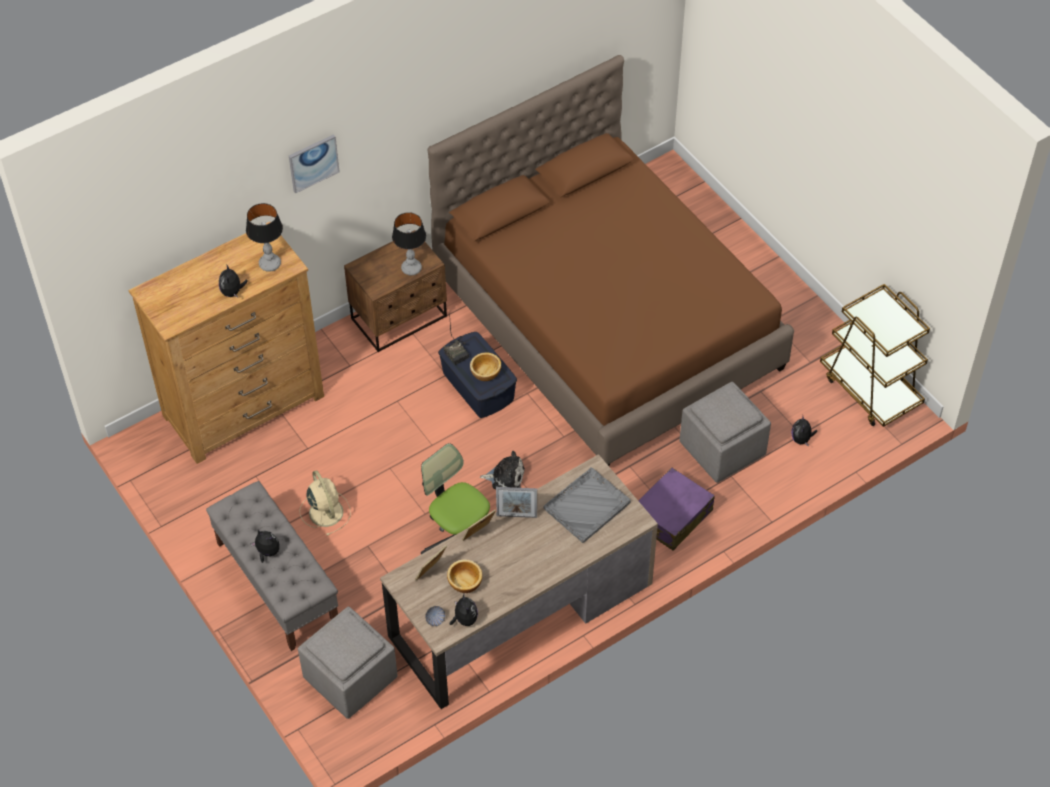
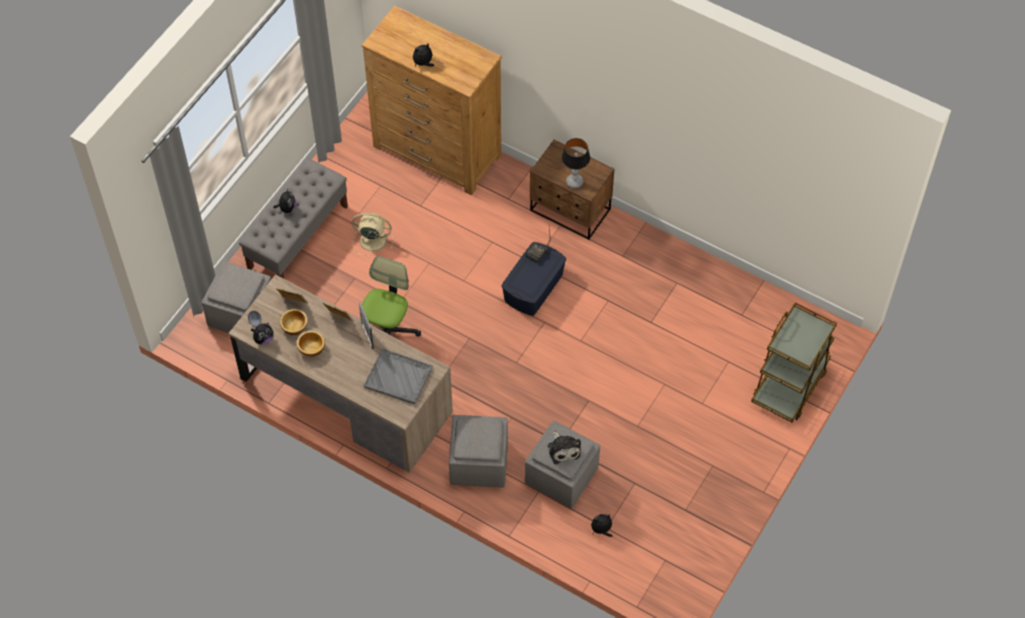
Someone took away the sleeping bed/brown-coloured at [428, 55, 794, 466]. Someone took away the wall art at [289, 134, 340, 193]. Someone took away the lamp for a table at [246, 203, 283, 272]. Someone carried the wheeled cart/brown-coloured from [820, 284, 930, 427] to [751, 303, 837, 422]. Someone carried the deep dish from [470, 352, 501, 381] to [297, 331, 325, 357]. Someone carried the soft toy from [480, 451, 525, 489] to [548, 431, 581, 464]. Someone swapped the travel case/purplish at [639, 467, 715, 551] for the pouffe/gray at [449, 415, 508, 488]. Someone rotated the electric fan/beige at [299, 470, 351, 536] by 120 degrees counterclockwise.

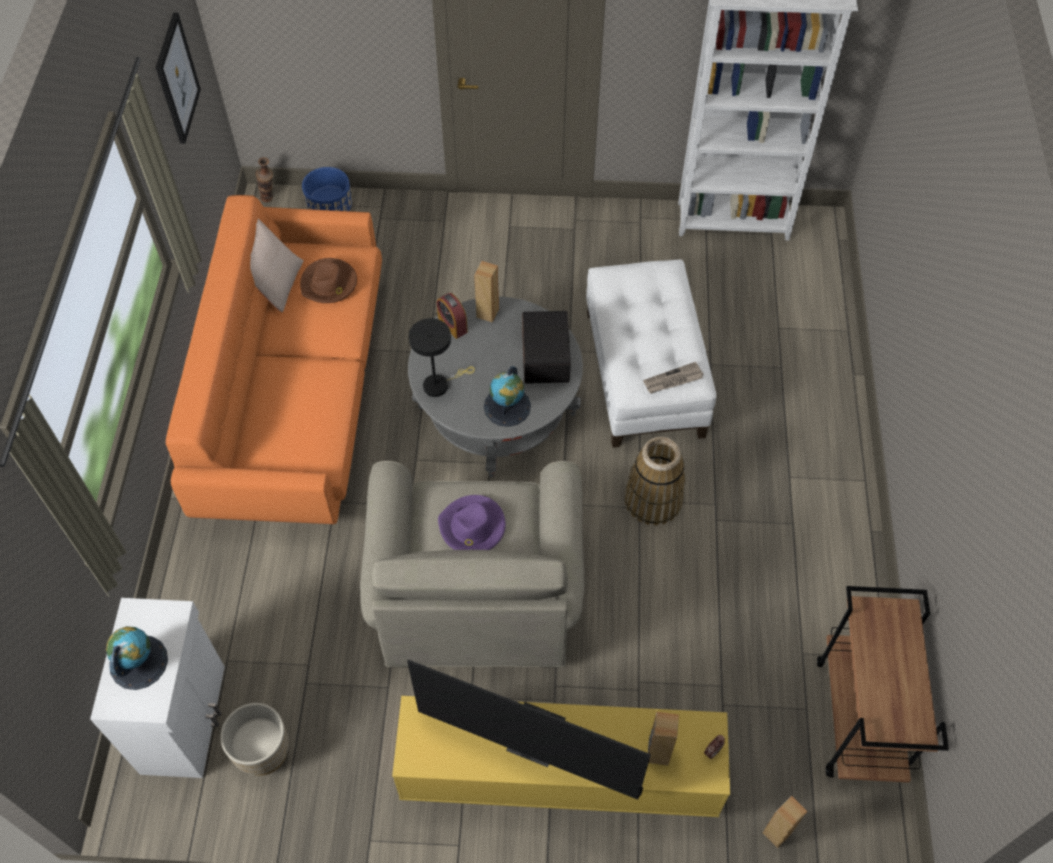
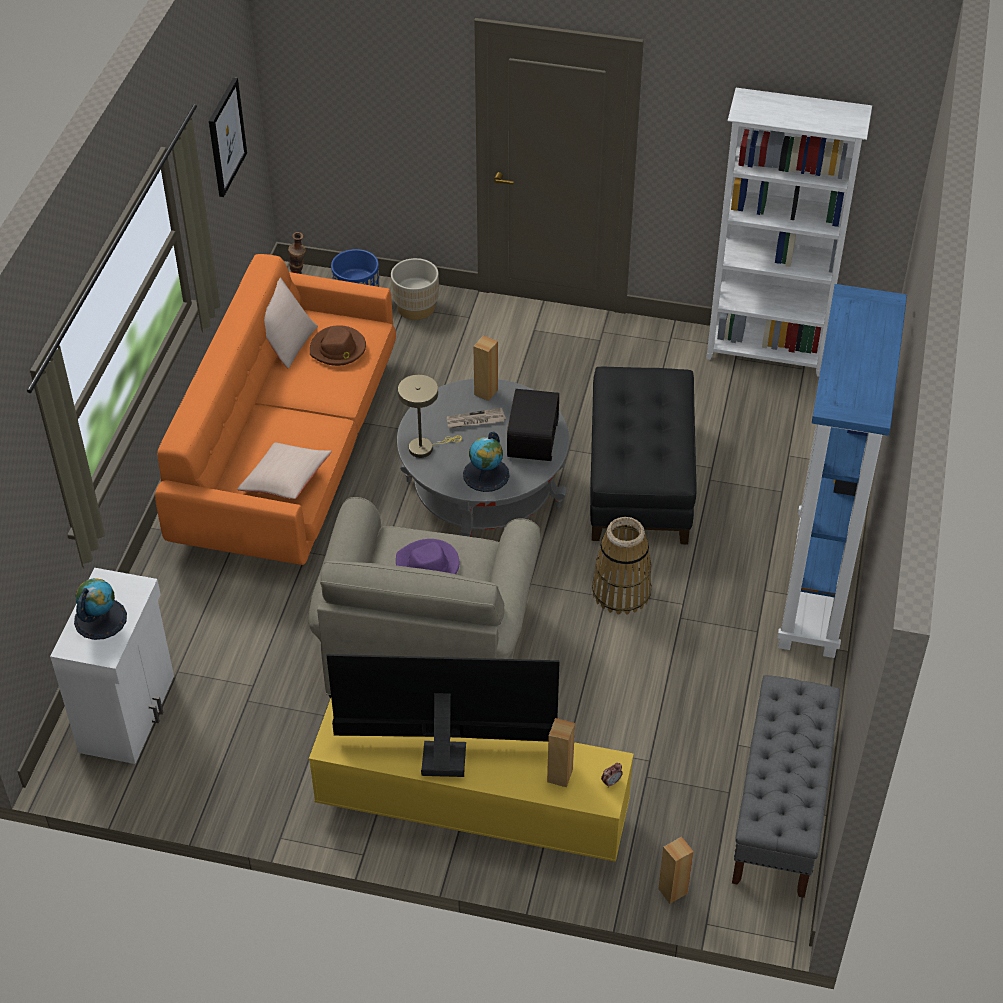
Someone repainted the pouffe/white-coloured at [586, 260, 716, 448], which became the pouffe/black-coloured at [590, 367, 697, 545]. Someone took away the bedside clock at [437, 293, 468, 339]. Someone repainted the lamp for a table/black-coloured at [409, 318, 475, 397], which became the lamp for a table/beige at [398, 375, 462, 458]. Someone carried the newspaper from [643, 362, 704, 394] to [447, 408, 506, 428]. Someone swapped the wheeled cart/brown-coloured at [817, 586, 949, 783] for the long seat/gray at [732, 675, 840, 898]. Someone rotated the television at [407, 659, 651, 800] by 150 degrees clockwise. Someone carried the planter/beige from [220, 703, 289, 776] to [391, 258, 439, 320]. Someone put down the bookshelf/blue-coloured at [777, 284, 907, 658]. Someone put down the throw pillow/beige at [237, 443, 332, 499].

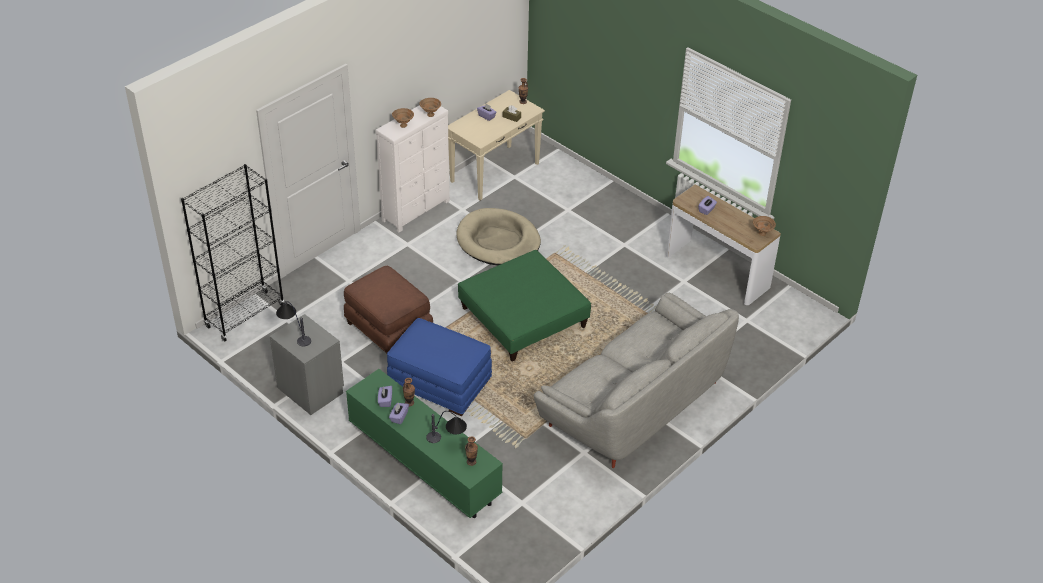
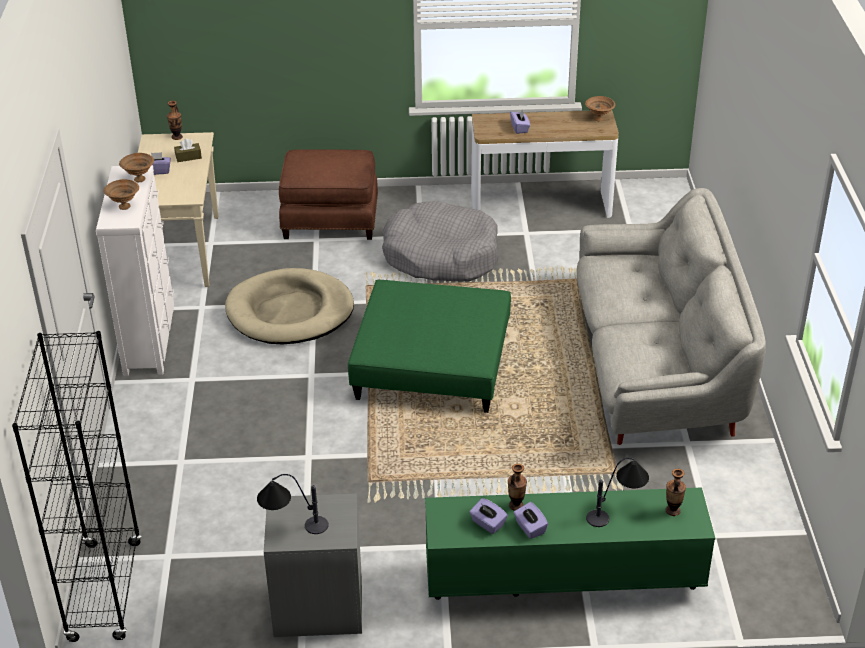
Someone carried the pouffe/brown-coloured from [344, 266, 433, 353] to [279, 149, 378, 240]. Someone took away the pouffe/blue-coloured at [387, 318, 492, 416]. Someone put down the dog cushion/gray at [382, 201, 499, 282].

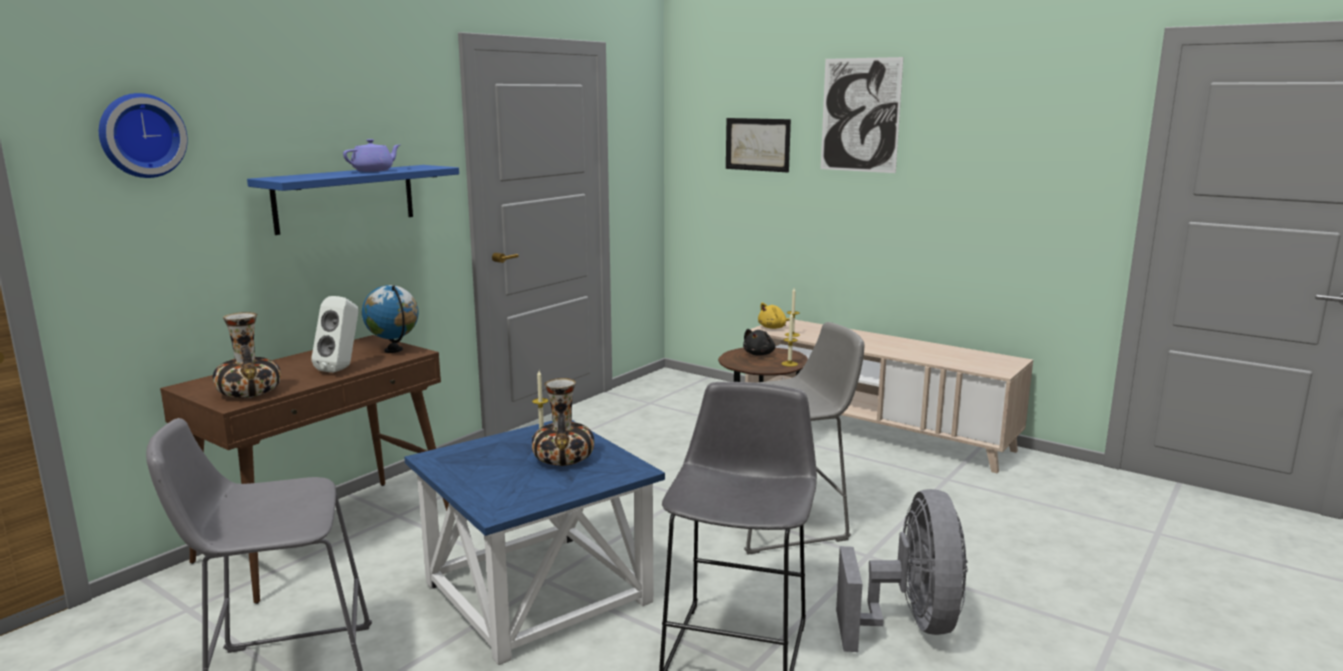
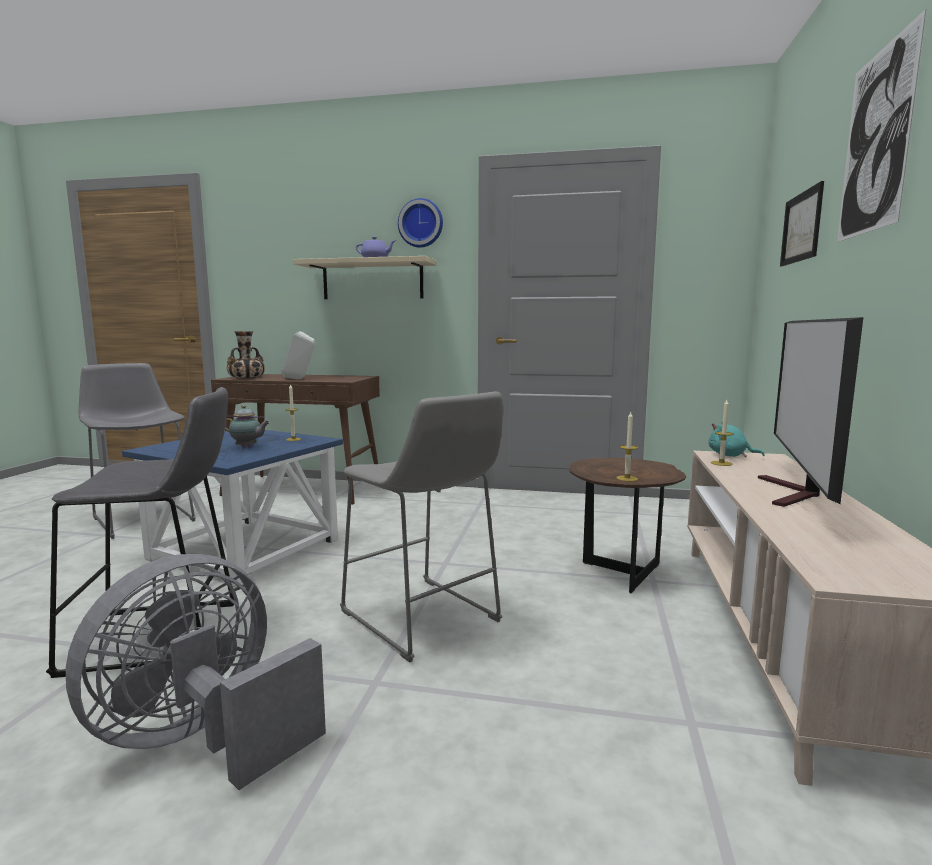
Someone carried the clock on the wall from [99, 93, 188, 178] to [398, 198, 443, 247]. Someone repainted the shelf/blue-coloured at [247, 165, 459, 235], which became the shelf/beige at [293, 256, 436, 299]. Someone took away the desk globe at [362, 285, 418, 353]. Someone repainted the soft toy/yellowish at [758, 302, 790, 329], which became the soft toy/turquoise at [708, 421, 765, 457]. Someone took away the soft toy/black-coloured at [743, 329, 775, 355]. Someone swapped the vase at [532, 378, 594, 466] for the pot for tea at [225, 405, 270, 448]. Someone rotated the electric fan/gray at [836, 489, 968, 652] by 150 degrees clockwise. Someone put down the television at [758, 317, 863, 507].

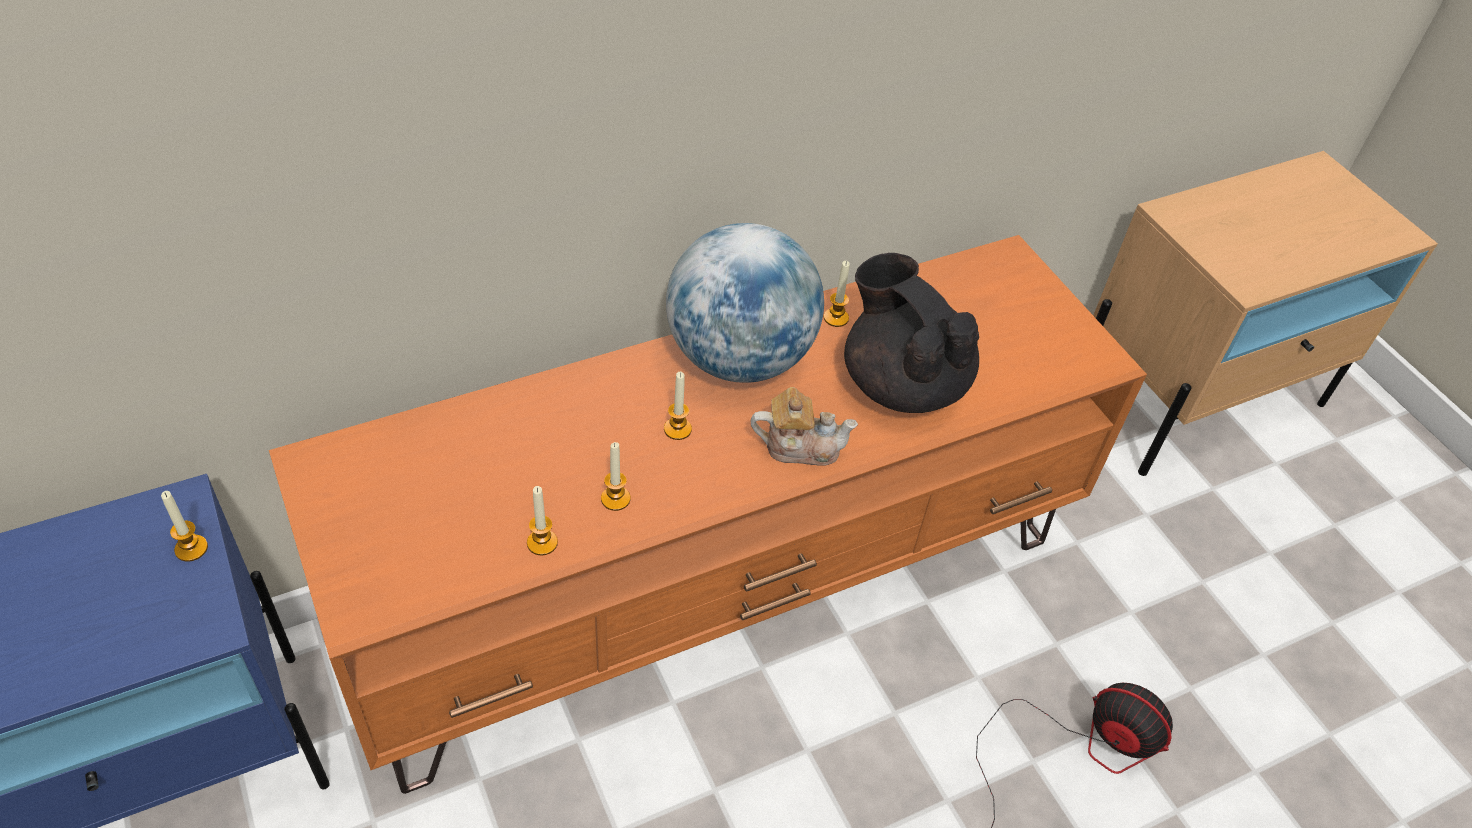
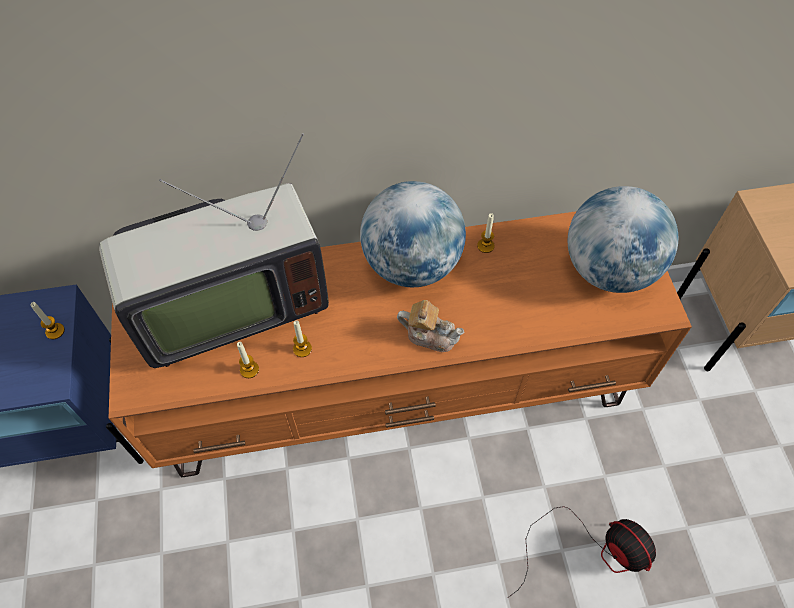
Someone took away the pot for tea/black-coloured at [844, 253, 979, 413]. Someone took away the candle at [664, 372, 692, 440]. Someone put down the television at [99, 133, 329, 368]. Someone put down the desk globe at [568, 186, 678, 293].

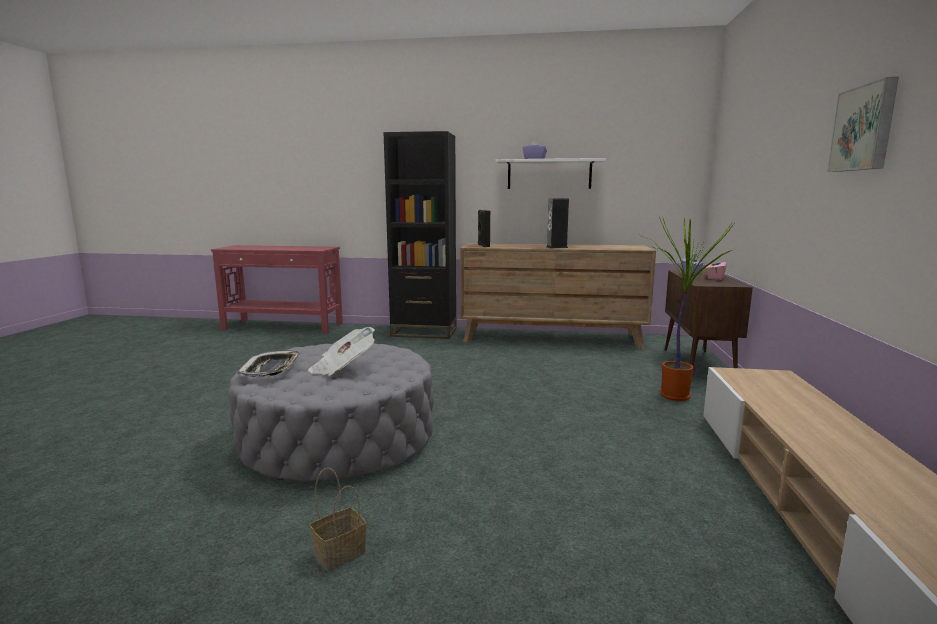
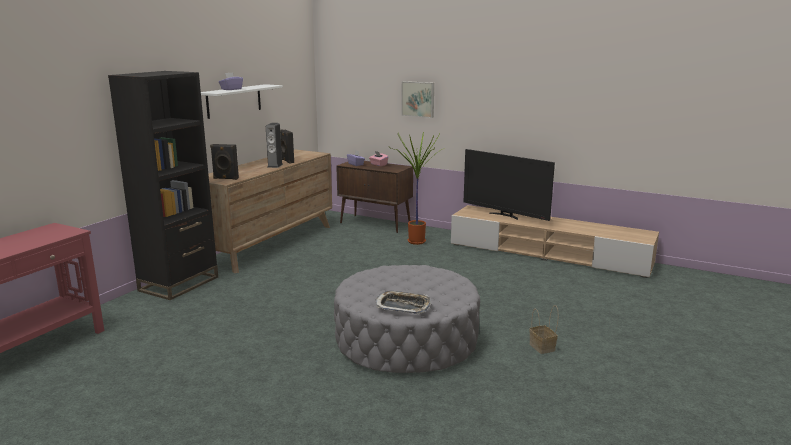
Someone carried the wall art from [827, 77, 899, 172] to [402, 81, 434, 118]. Someone took away the newspaper at [308, 327, 375, 375]. Someone put down the speaker/black-coloured at [280, 130, 294, 164]. Someone put down the television at [464, 149, 555, 221].

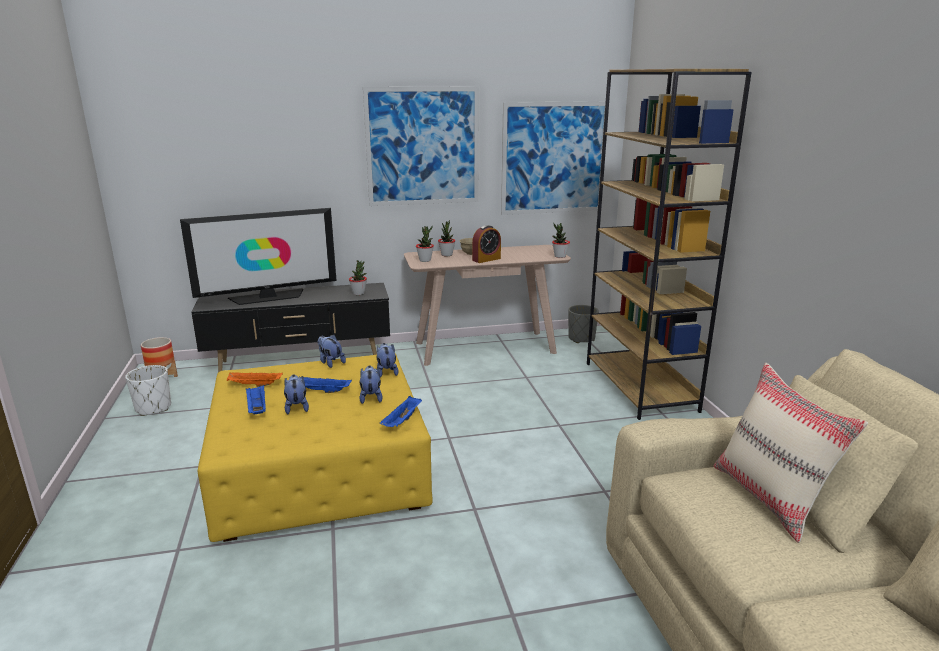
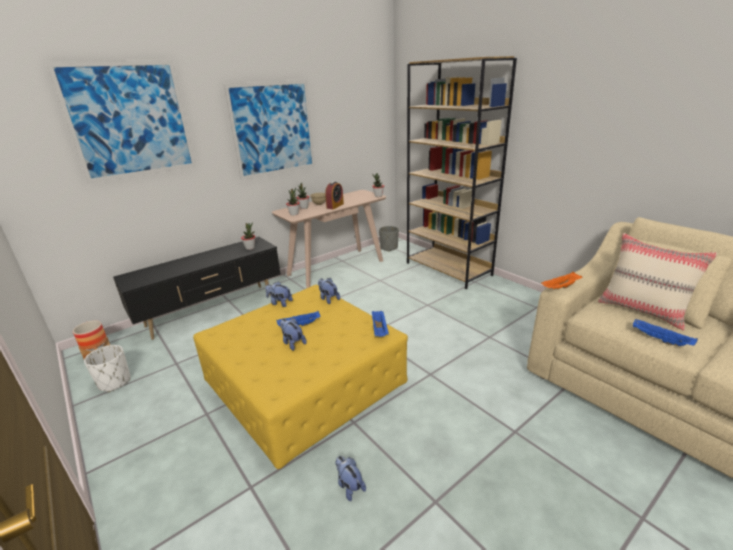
Someone carried the wall art from [501, 101, 609, 215] to [46, 60, 196, 183]. Someone took away the television at [180, 208, 337, 305]. Someone carried the soft toy from [359, 365, 383, 404] to [335, 456, 366, 501]. Someone carried the tray/orangey from [227, 372, 283, 387] to [541, 272, 582, 289]. Someone carried the tray/blue-coloured from [246, 385, 266, 414] to [633, 318, 698, 346].

